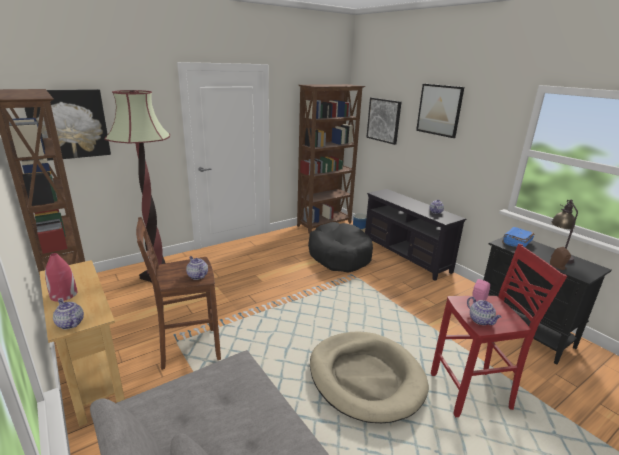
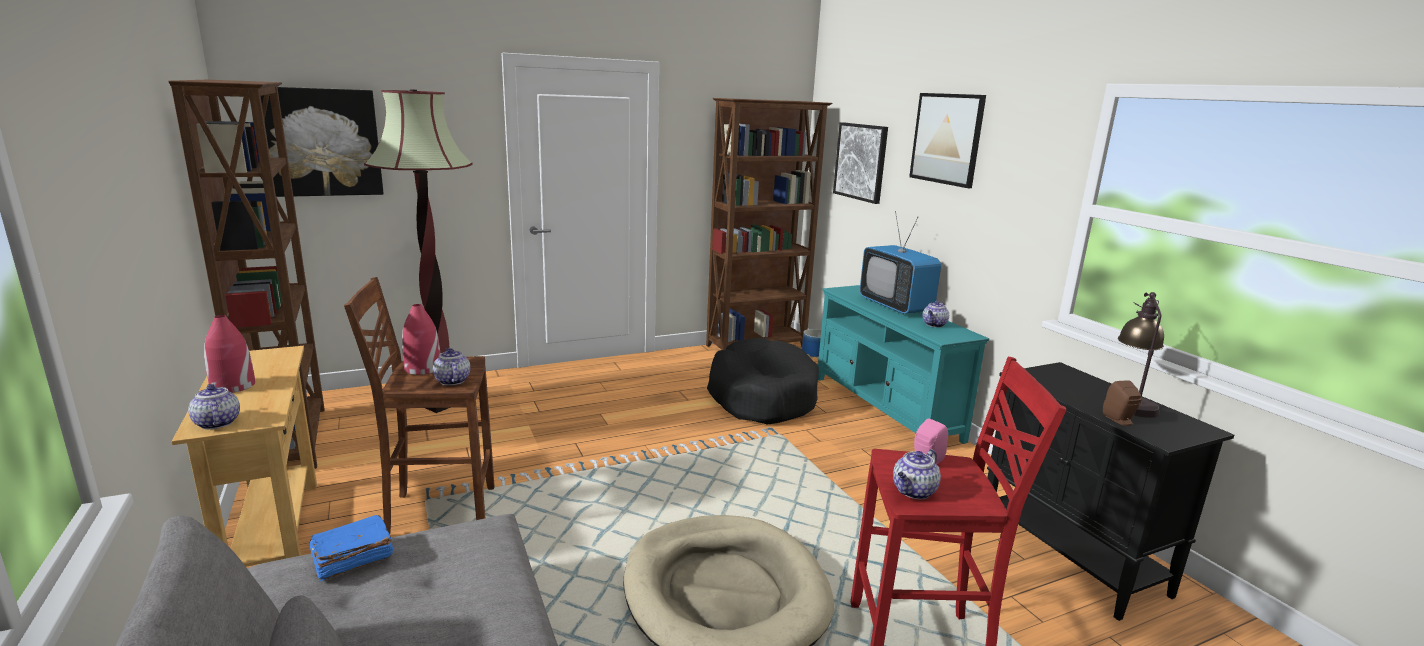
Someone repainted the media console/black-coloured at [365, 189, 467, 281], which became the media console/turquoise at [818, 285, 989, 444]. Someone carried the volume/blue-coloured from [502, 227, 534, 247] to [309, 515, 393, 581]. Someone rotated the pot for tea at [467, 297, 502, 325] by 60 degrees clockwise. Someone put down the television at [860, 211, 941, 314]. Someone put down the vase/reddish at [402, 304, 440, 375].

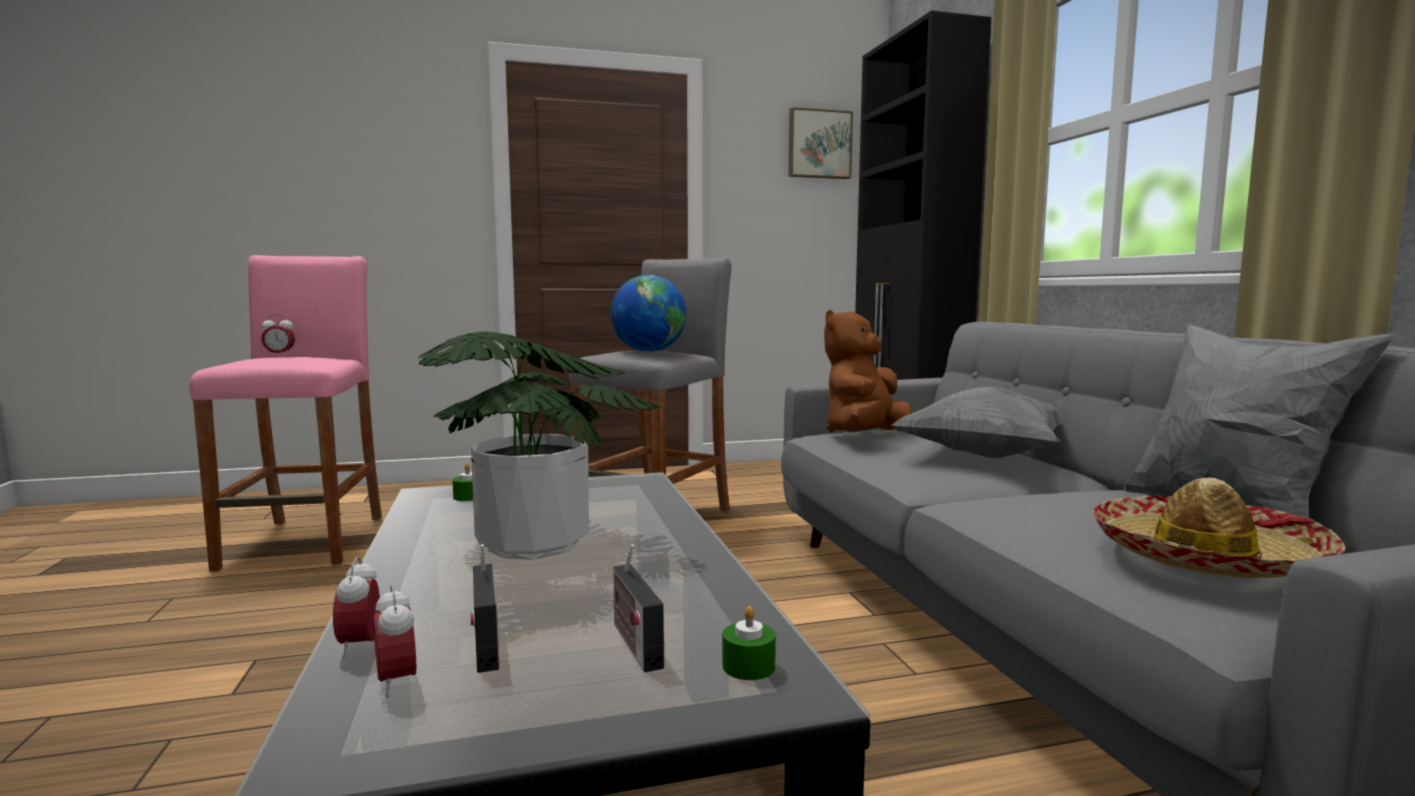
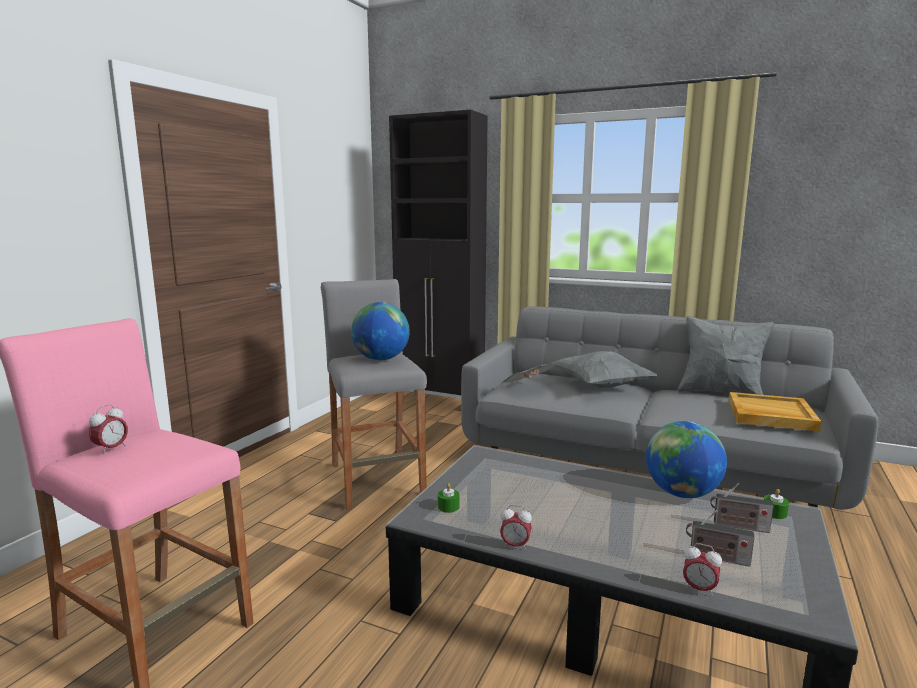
Someone took away the wall art at [788, 107, 853, 179]. Someone swapped the soft toy/brown-coloured at [824, 310, 912, 432] for the newspaper at [502, 363, 556, 383]. Someone took away the houseplant at [418, 332, 661, 560]. Someone swapped the clothing hat at [1092, 478, 1345, 578] for the tray/beige at [729, 392, 822, 431]. Someone carried the bedside clock from [373, 584, 416, 697] to [500, 505, 532, 550]. Someone put down the desk globe at [646, 421, 727, 498].

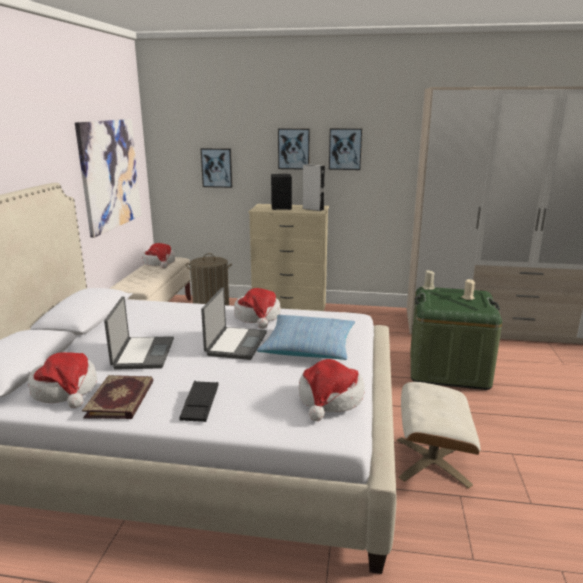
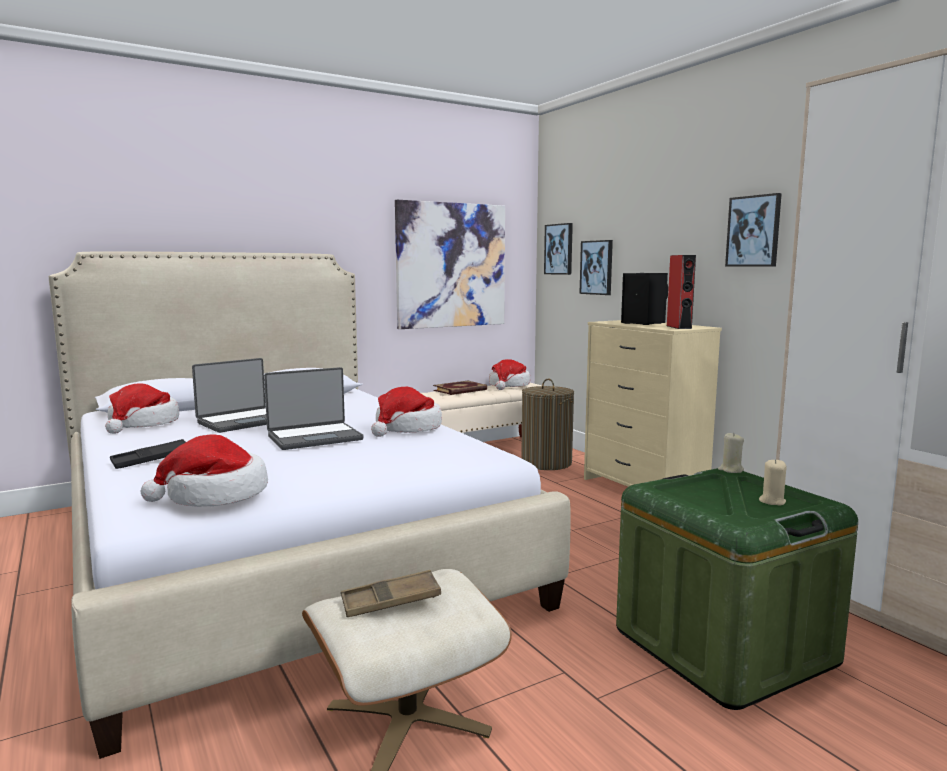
Someone carried the wall art from [278, 128, 310, 170] to [544, 223, 573, 275]. Someone repainted the speaker/gray at [303, 164, 325, 211], which became the speaker/reddish at [667, 255, 696, 329]. Someone took away the throw pillow at [257, 315, 355, 360]. Someone carried the volume from [82, 375, 153, 419] to [433, 381, 487, 395]. Someone put down the tray/brown-coloured at [341, 570, 441, 617].

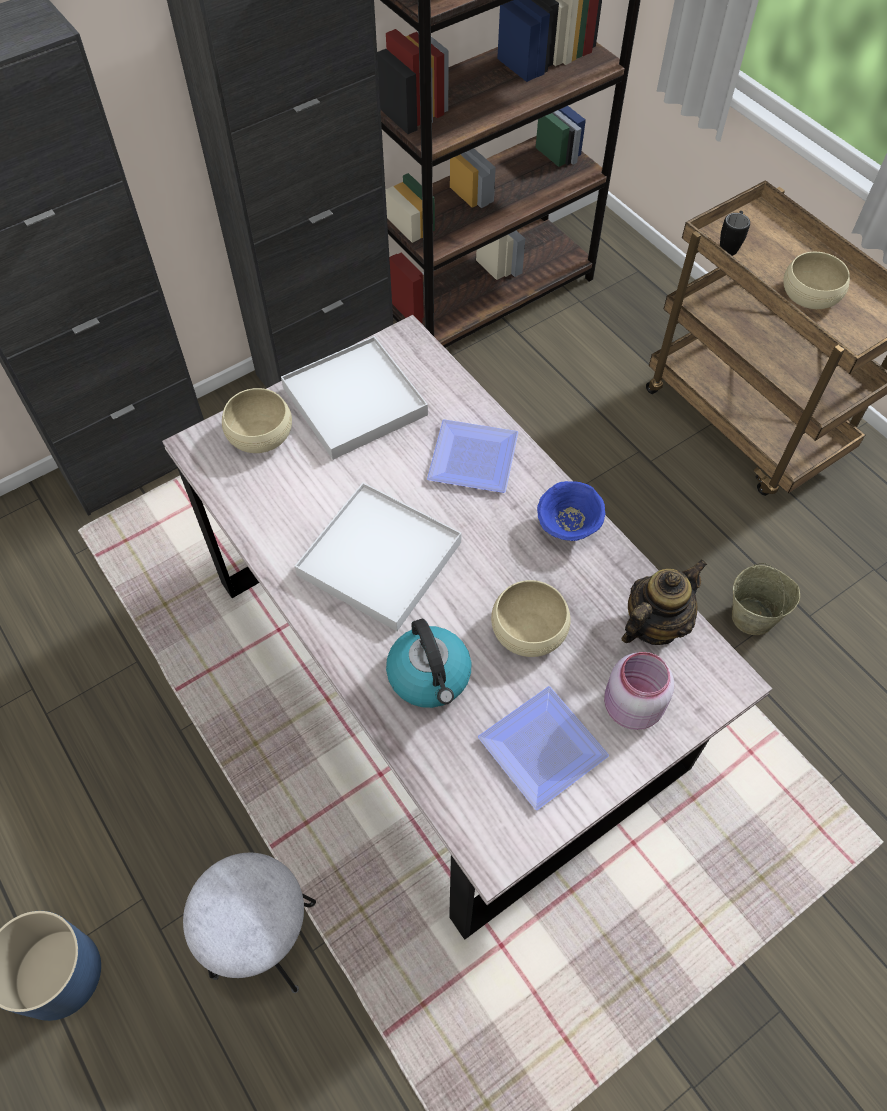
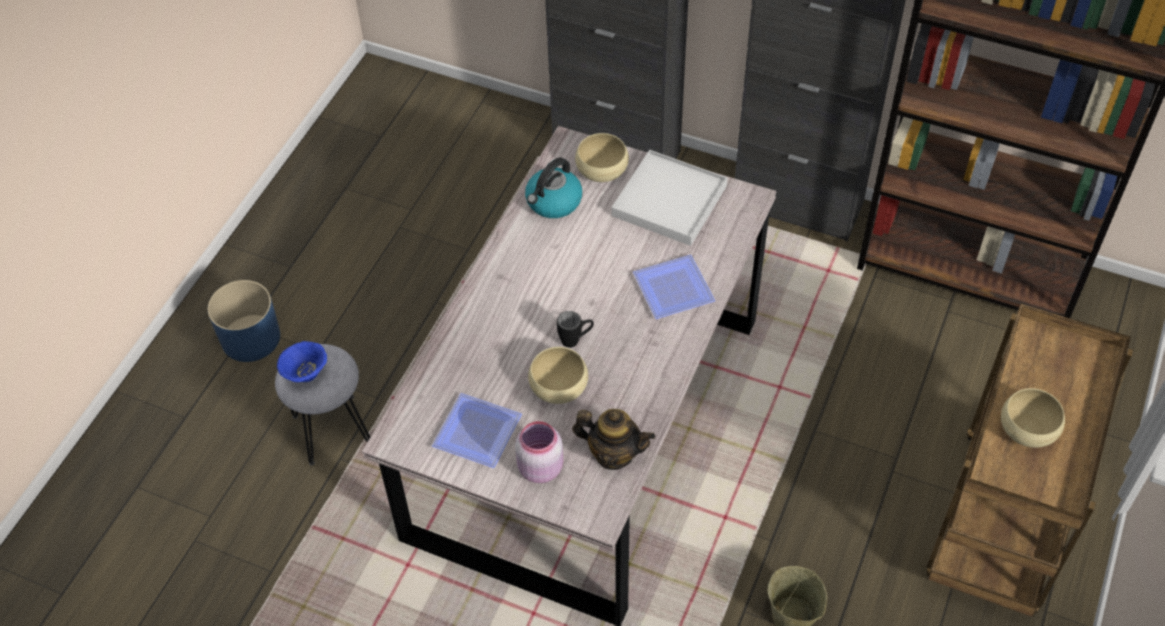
Someone carried the coffee mug/black-coloured from [720, 211, 750, 256] to [557, 311, 594, 348]. Someone carried the deep dish/blue-coloured from [537, 481, 605, 541] to [277, 341, 327, 382]. Someone took away the tray/white-coloured at [295, 482, 462, 631]. Someone carried the kettle from [386, 619, 471, 708] to [525, 157, 582, 218].

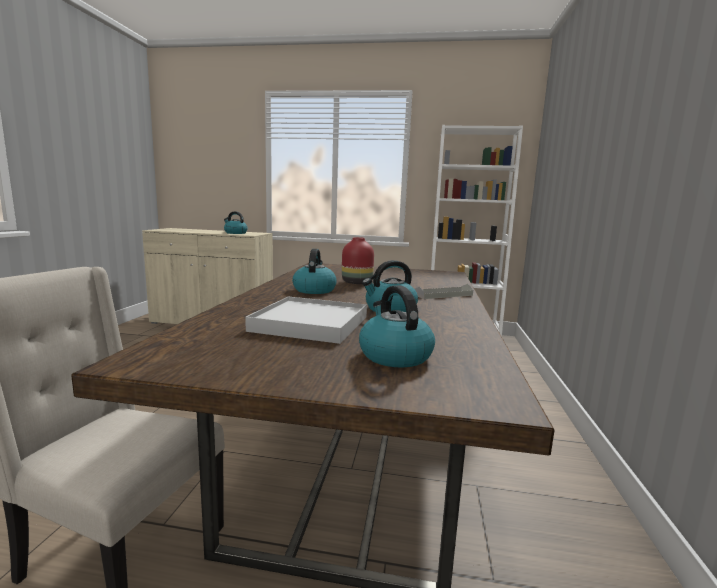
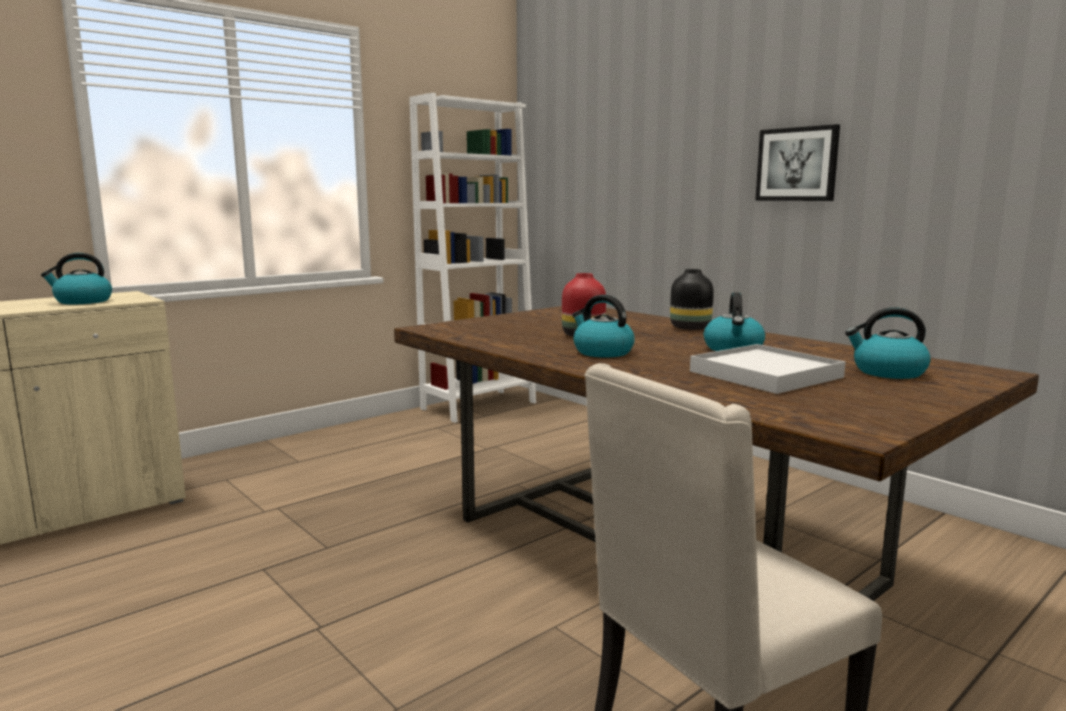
Someone swapped the tray/gray at [415, 284, 473, 299] for the vase/black-coloured at [670, 269, 714, 330]. Someone put up the wall art at [755, 124, 840, 201].

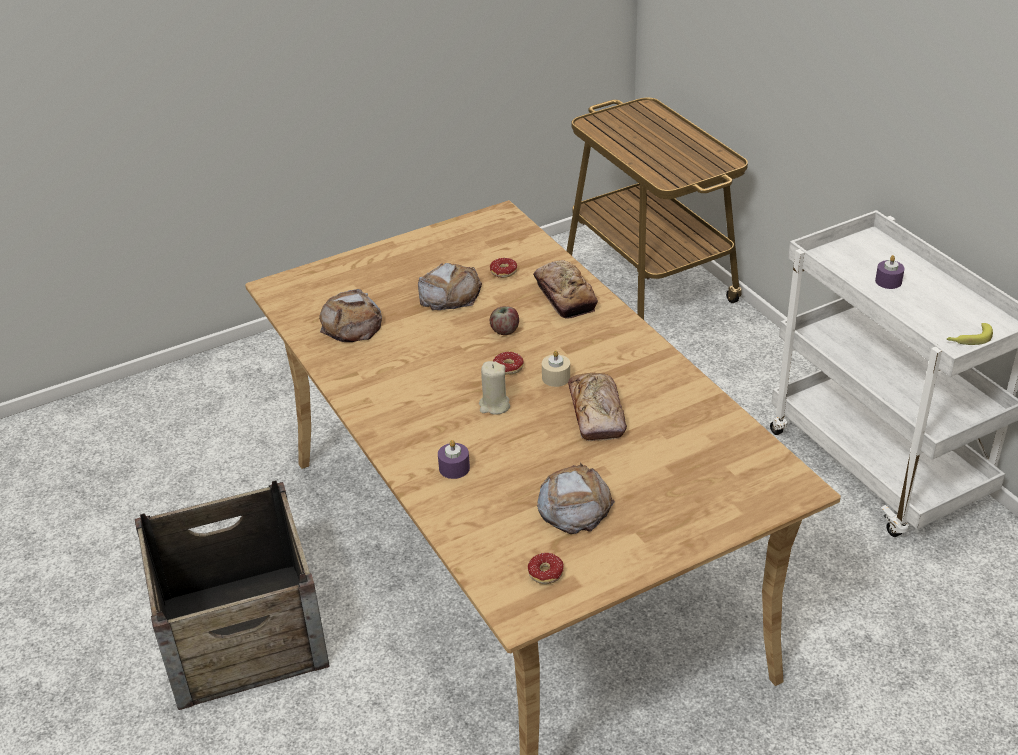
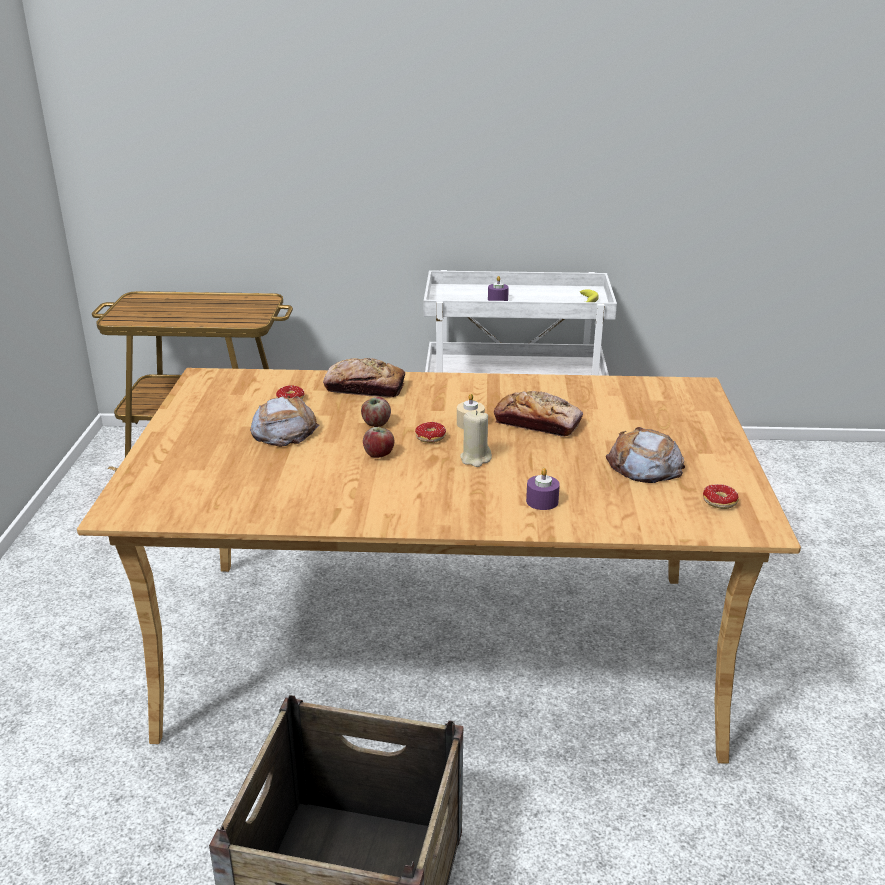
Someone took away the bread at [319, 289, 382, 342]. Someone put down the apple at [363, 427, 394, 458].

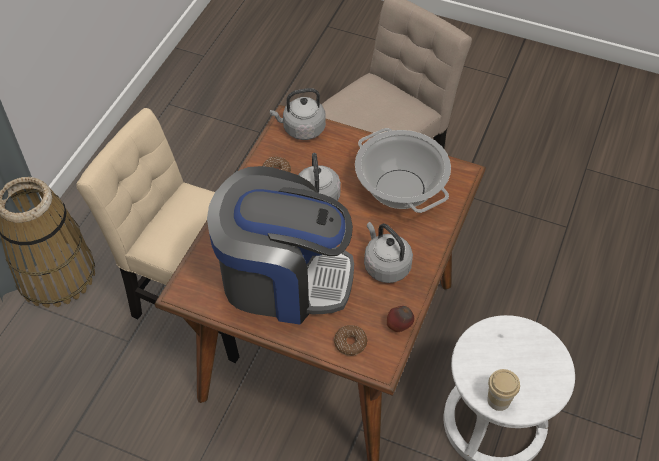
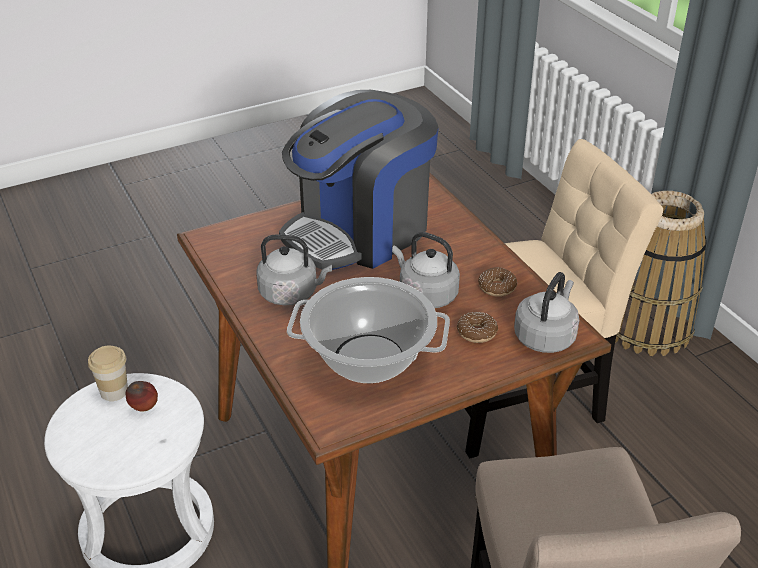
Someone carried the apple from [387, 306, 414, 332] to [126, 381, 158, 412]. Someone carried the doughnut from [334, 325, 368, 356] to [457, 312, 498, 343].

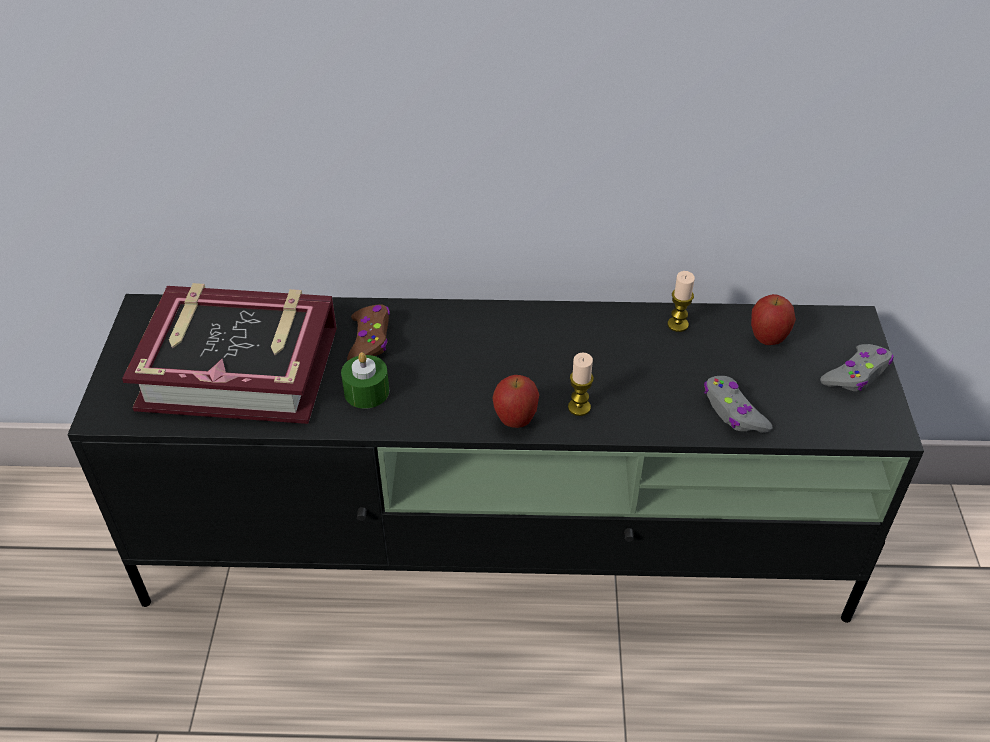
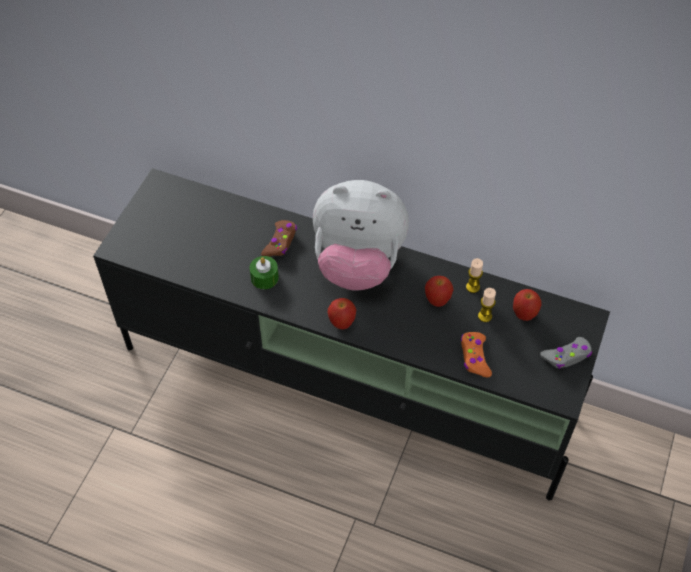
Someone took away the volume at [122, 283, 337, 424]. Someone carried the candle from [568, 352, 594, 416] to [478, 288, 496, 322]. Someone repainted the game controller/gray at [704, 376, 773, 433], which became the game controller/orangey at [461, 332, 492, 378]. Someone put down the soft toy at [313, 180, 409, 291]. Someone put down the apple at [425, 276, 454, 307].

